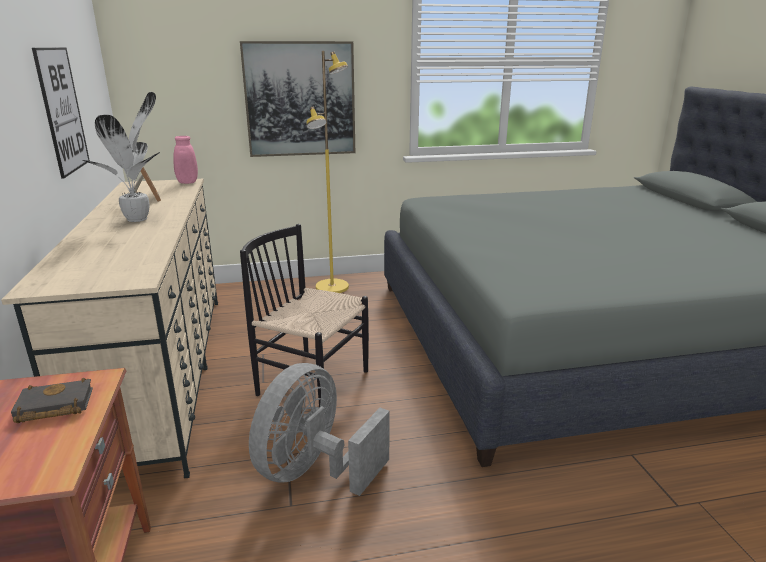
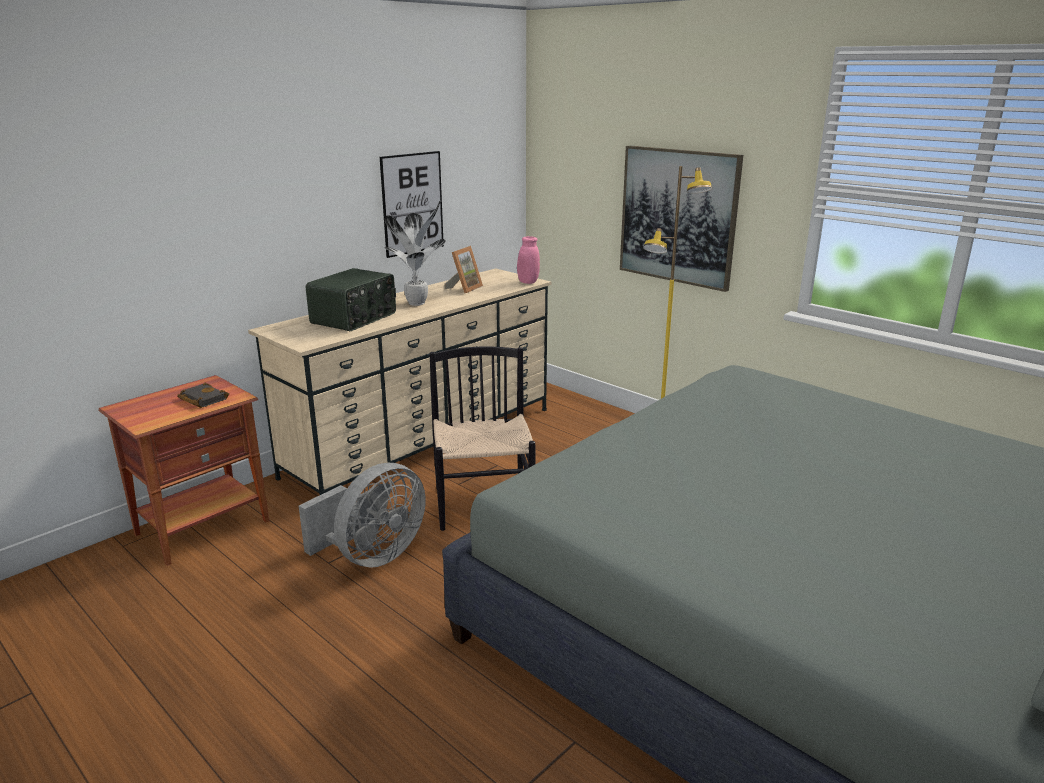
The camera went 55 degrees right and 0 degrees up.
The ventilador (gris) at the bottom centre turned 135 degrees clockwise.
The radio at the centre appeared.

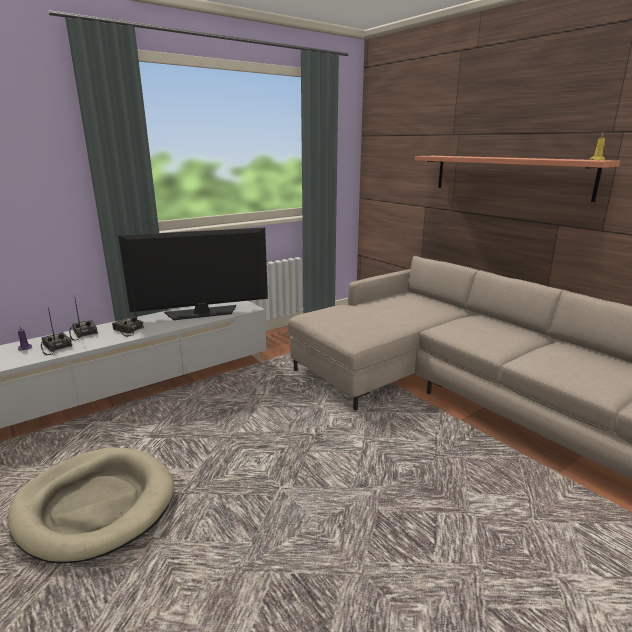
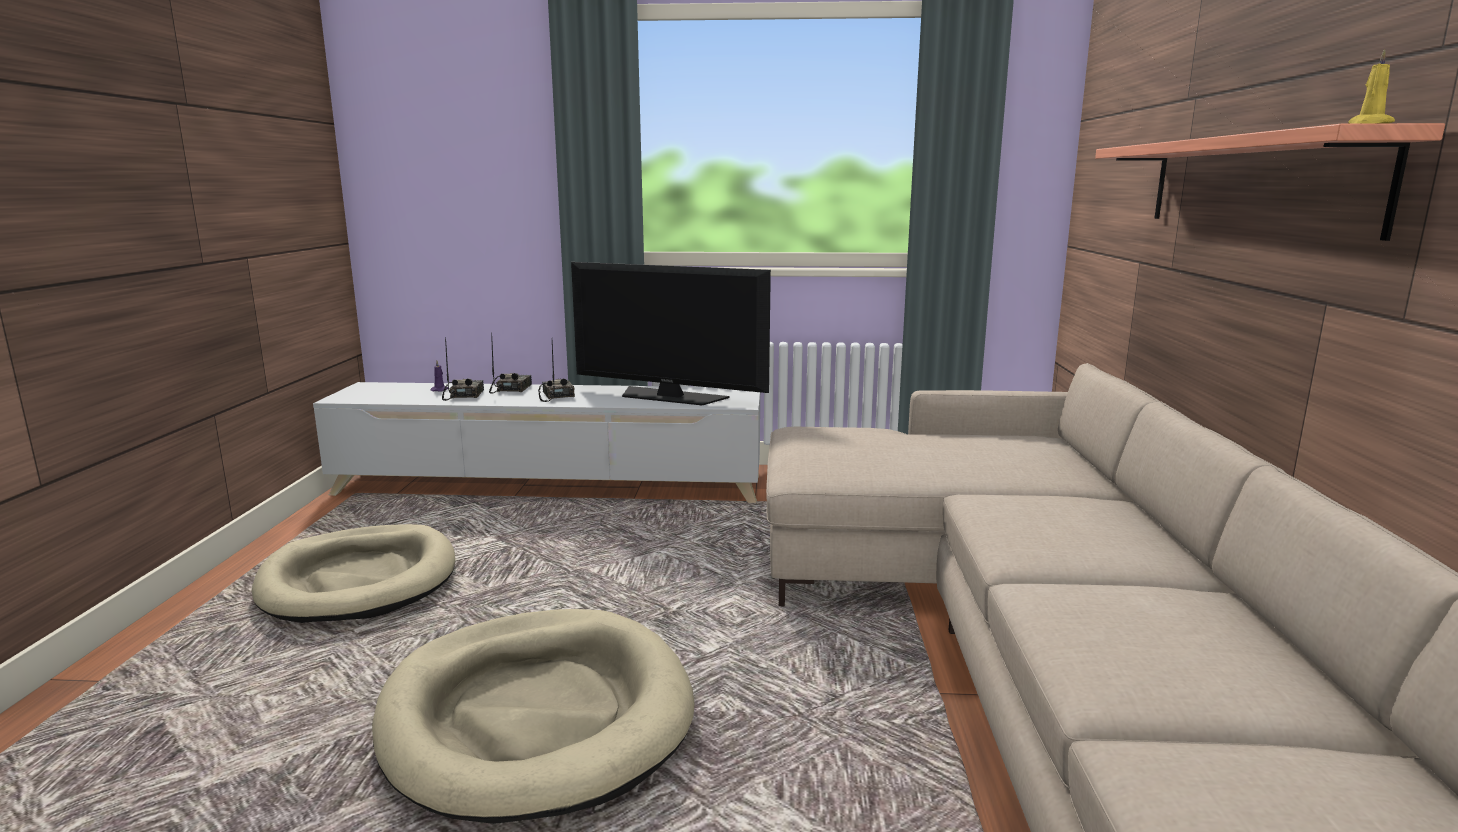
The camera went 40 degrees right and 5 degrees down.
The cama para perro (beis) (no. 2 from left) at the bottom centre appeared.

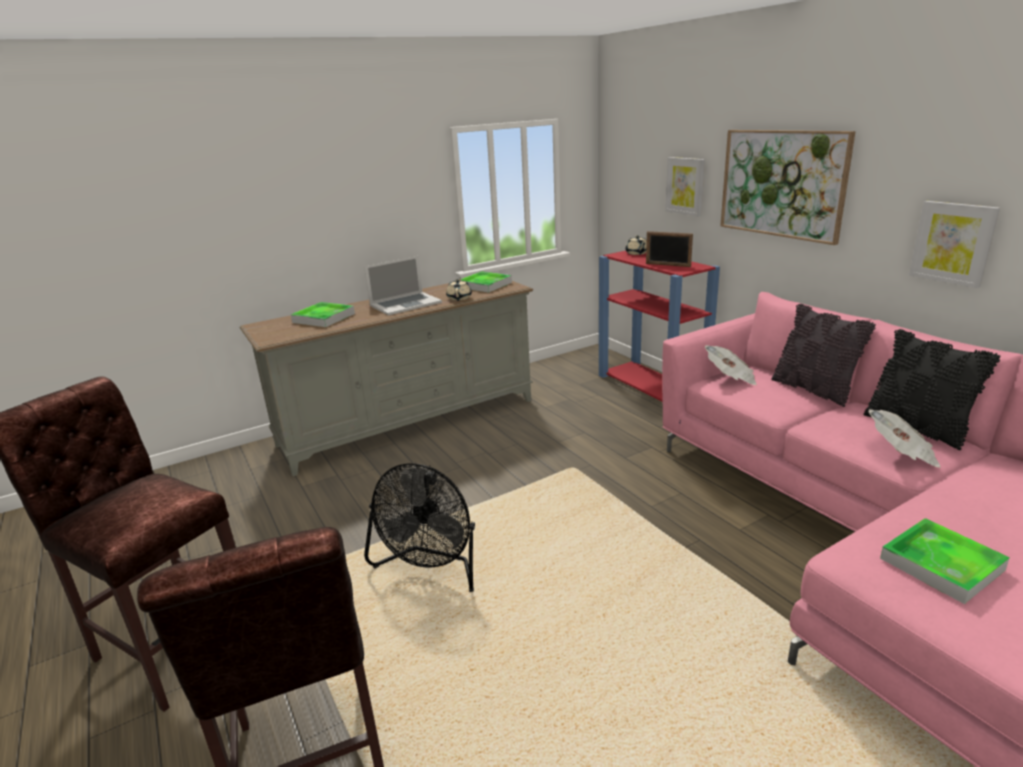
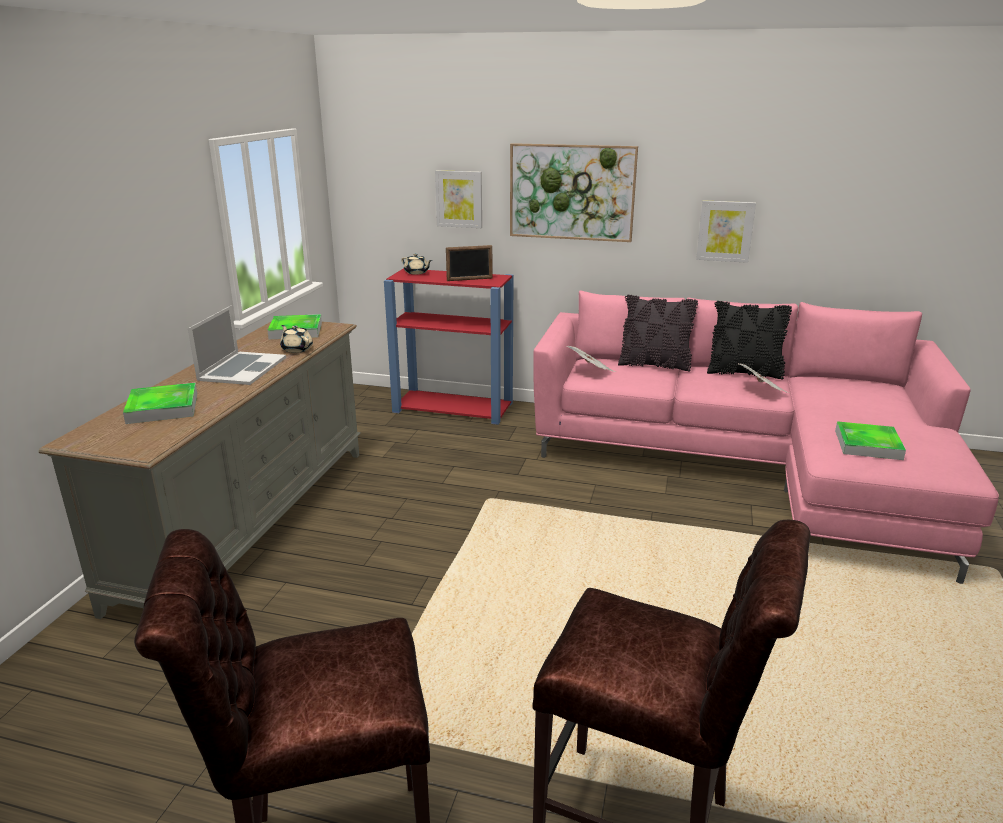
The camera went 45 degrees left and 0 degrees up.
The ventilador (negro) at the bottom centre disappeared.

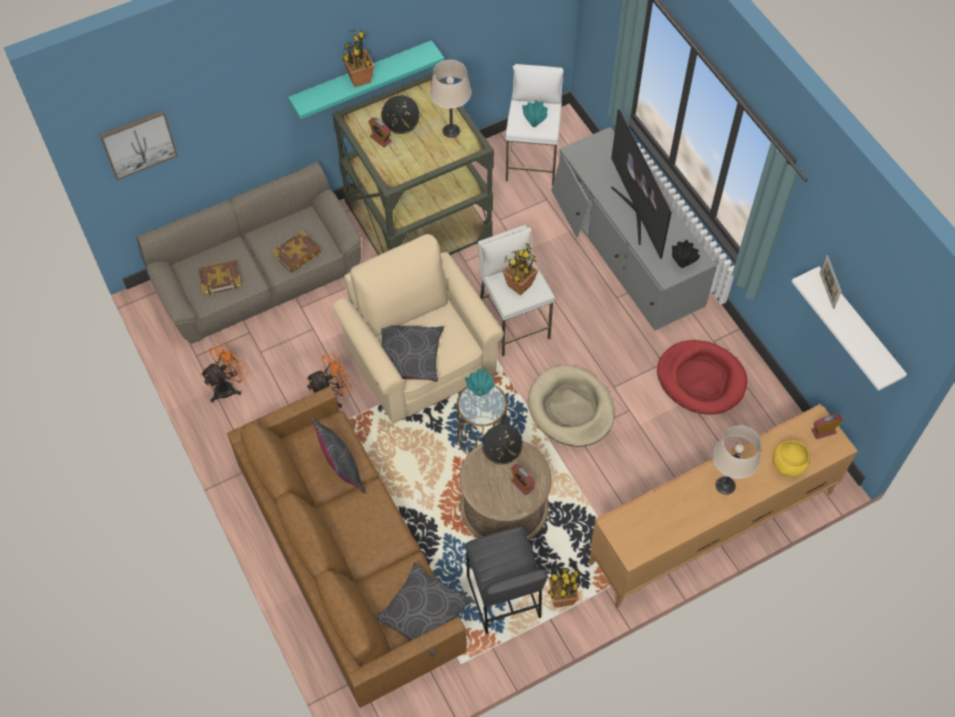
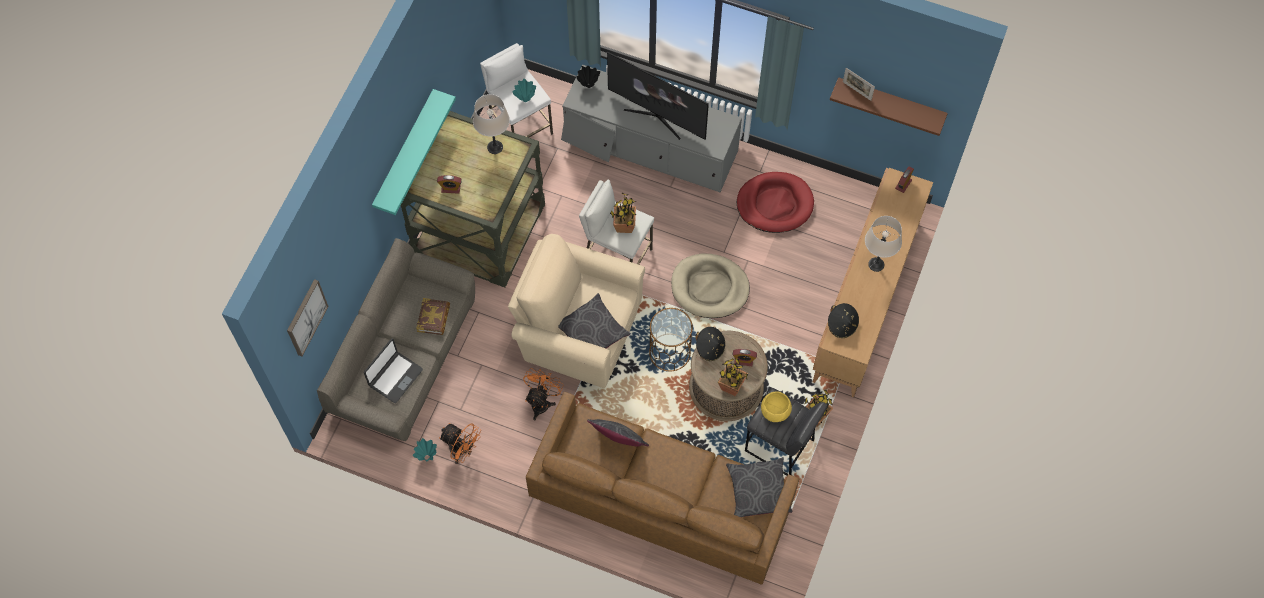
The camera went 40 degrees left and 5 degrees up.
The planta en maceta (no. 1 from left in the first image) moved from the top centre to the centre.
The sombrero (negro) (no. 1 from left in the first image) moved from the top centre to the middle right.
The florero (negro) moved from the middle right to the top centre.
The libro (no. 1 from left) at the middle left was replaced by the portátil at the middle left.
The estante (blanco) at the middle right became the estante (marrón) at the top right.
The ventilador (naranja) (no. 1 from left) at the middle left turned 120 degrees clockwise.
The florero (turquesa) (no. 1 from left) moved from the centre to the bottom centre.
The cuenco (amarillo) moved from the middle right to the bottom centre.

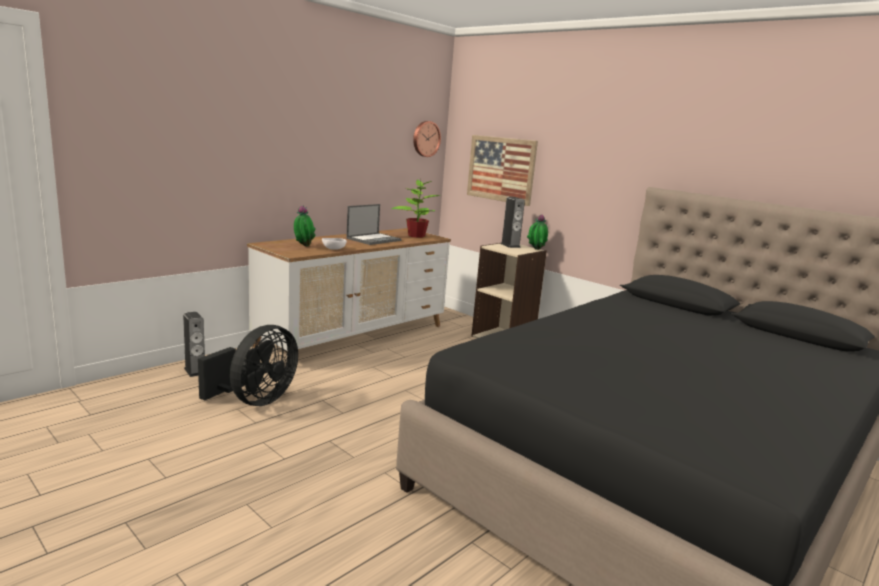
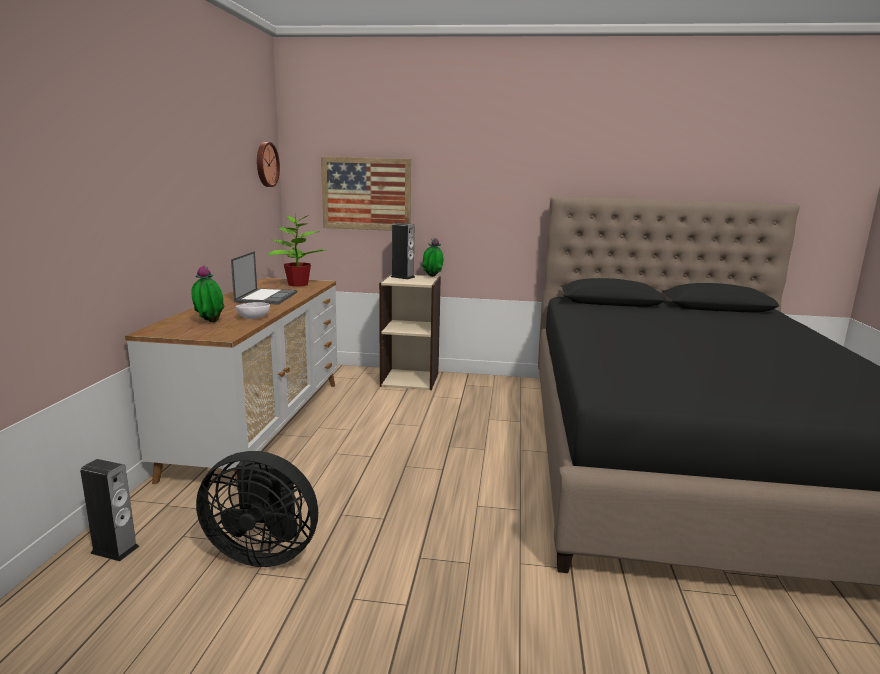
The camera went 35 degrees left and 0 degrees up.
The ventilador (negro) at the middle left turned 105 degrees clockwise.

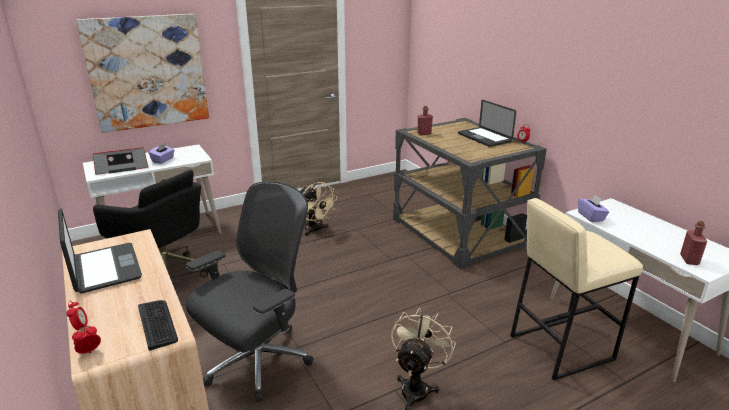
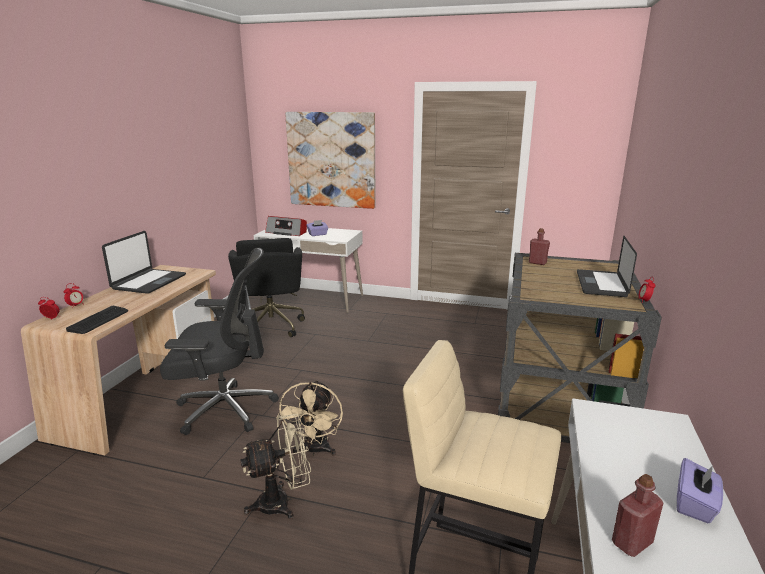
The camera went 45 degrees right and 5 degrees down.
The ventilador (beis) (no. 1 from left in the first image) moved from the centre to the bottom centre.
The caja de pañuelos (morado) (no. 2 from left) moved from the middle right to the bottom right.

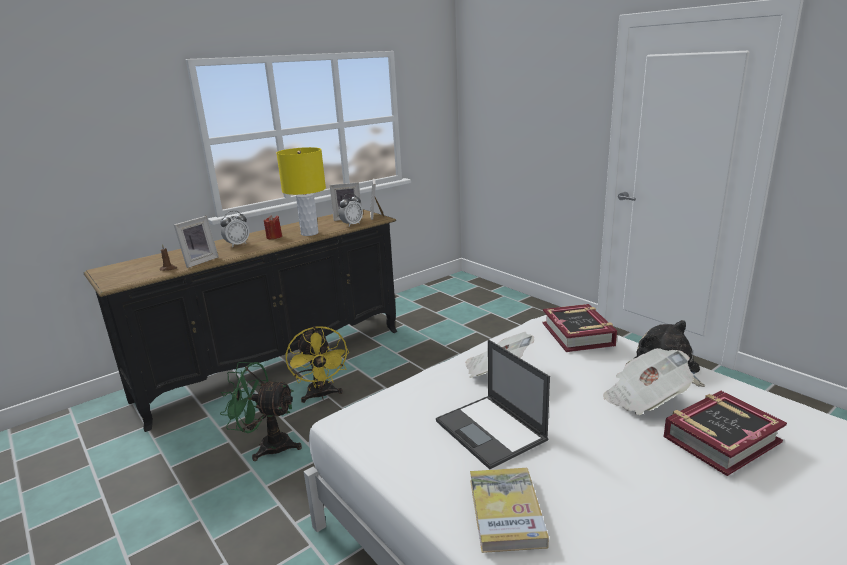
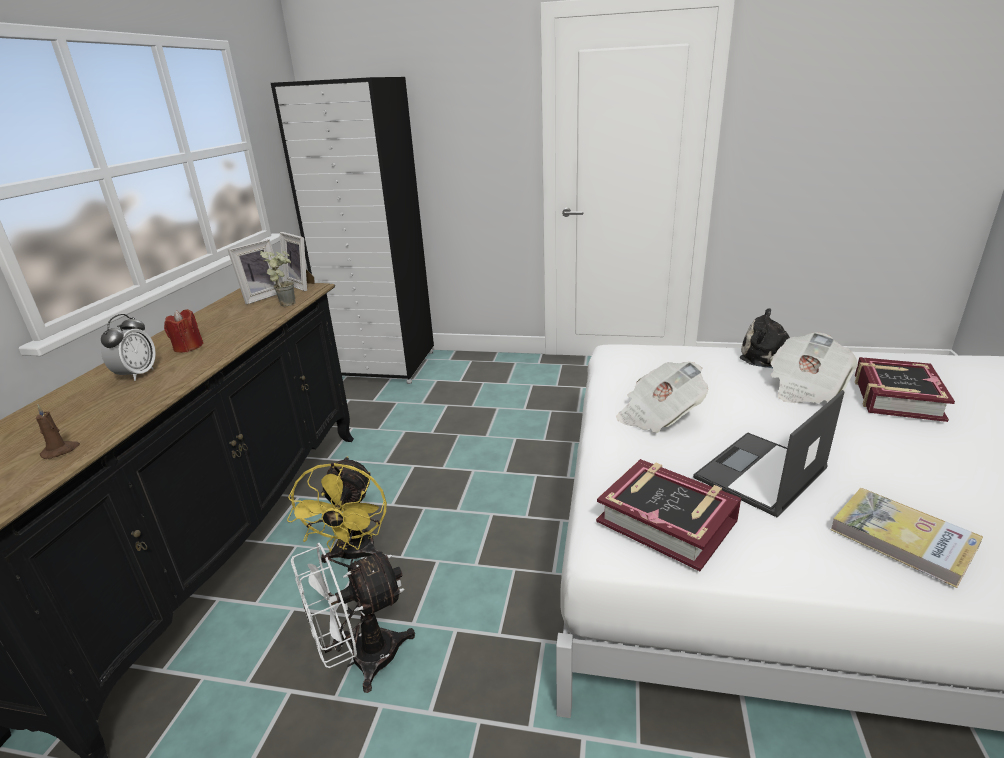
The camera went 40 degrees left and 5 degrees up.
The lámpara de mesa (amarillo) at the centre disappeared.
The despertador (no. 2 from left) at the centre was replaced by the planta en maceta at the middle left.
The portarretratos (no. 1 from left) at the middle left disappeared.
The libro (no. 2 from left in the first image) moved from the middle right to the bottom centre.
The ventilador (amarillo) at the centre turned 60 degrees clockwise.
The portátil at the bottom centre turned 120 degrees clockwise.
The ventilador (verde) at the bottom left became the ventilador (blanco) at the bottom centre.
The armario ropero at the top centre appeared.

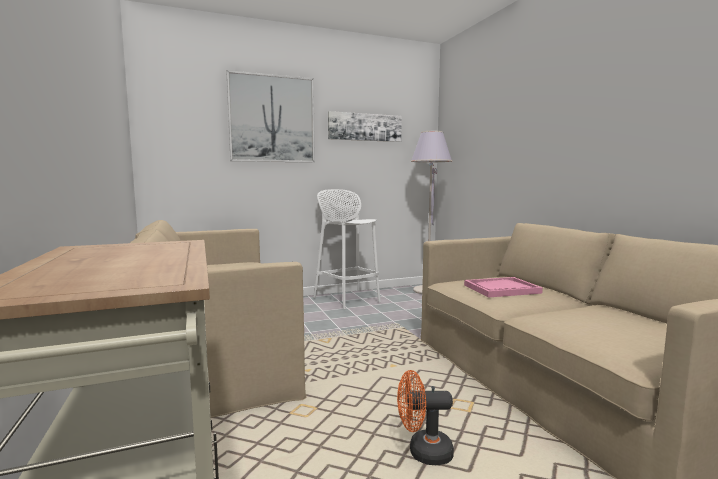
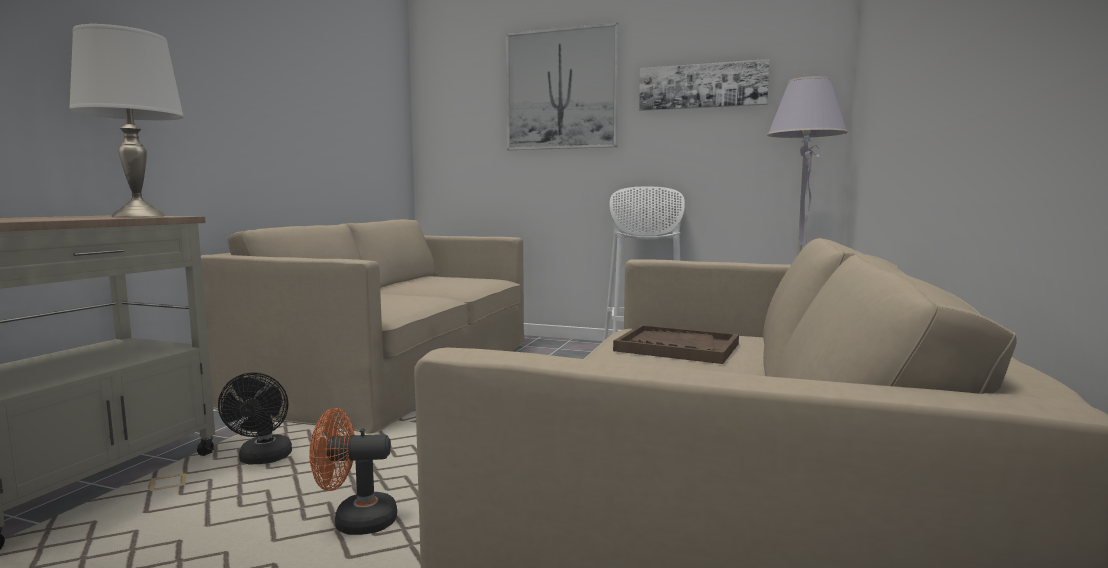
The camera went 40 degrees right and 0 degrees up.
The bandeja (rosa) at the middle right became the bandeja (marrón) at the centre.
The ventilador (naranja) at the bottom centre turned 45 degrees counterclockwise.
The lámpara de mesa (blanco) at the top left appeared.
The ventilador (negro) at the bottom left appeared.

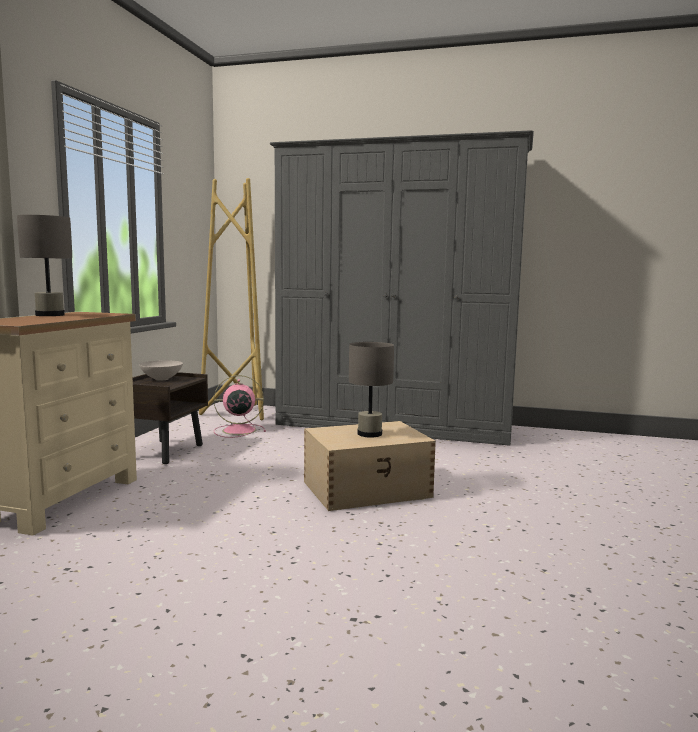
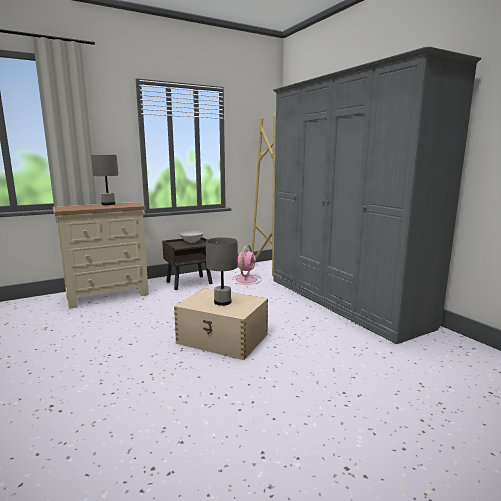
The camera went 45 degrees right and 5 degrees up.
The ventilador (rosa) at the centre turned 75 degrees clockwise.

